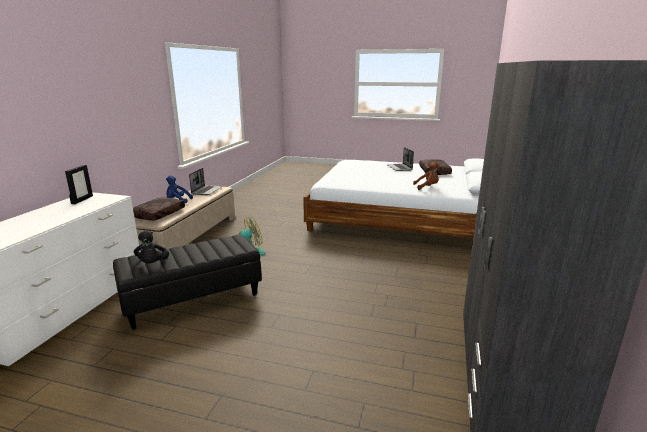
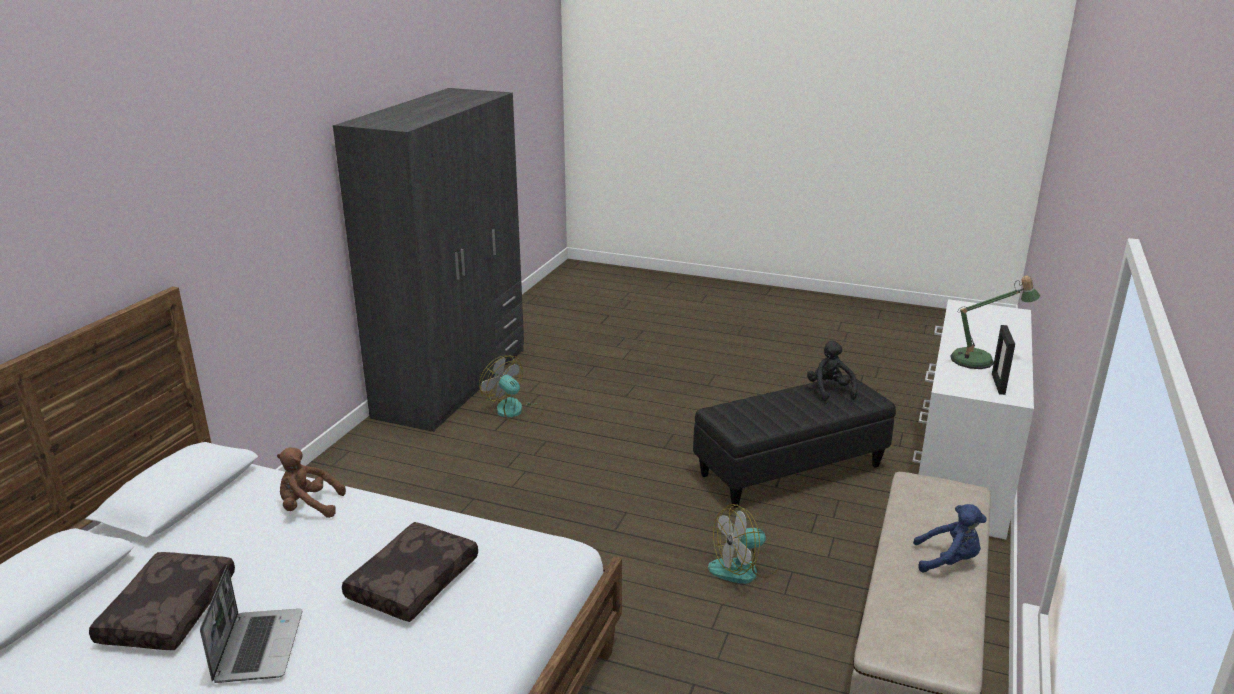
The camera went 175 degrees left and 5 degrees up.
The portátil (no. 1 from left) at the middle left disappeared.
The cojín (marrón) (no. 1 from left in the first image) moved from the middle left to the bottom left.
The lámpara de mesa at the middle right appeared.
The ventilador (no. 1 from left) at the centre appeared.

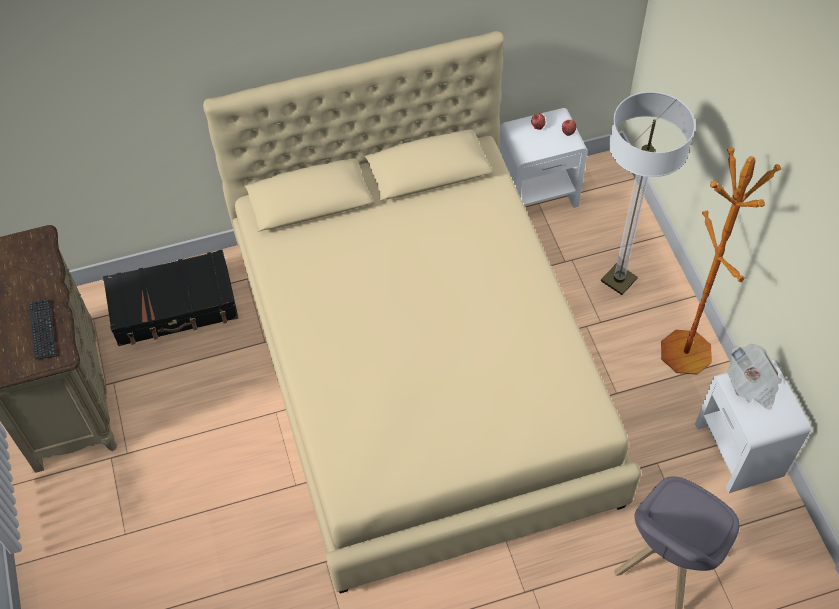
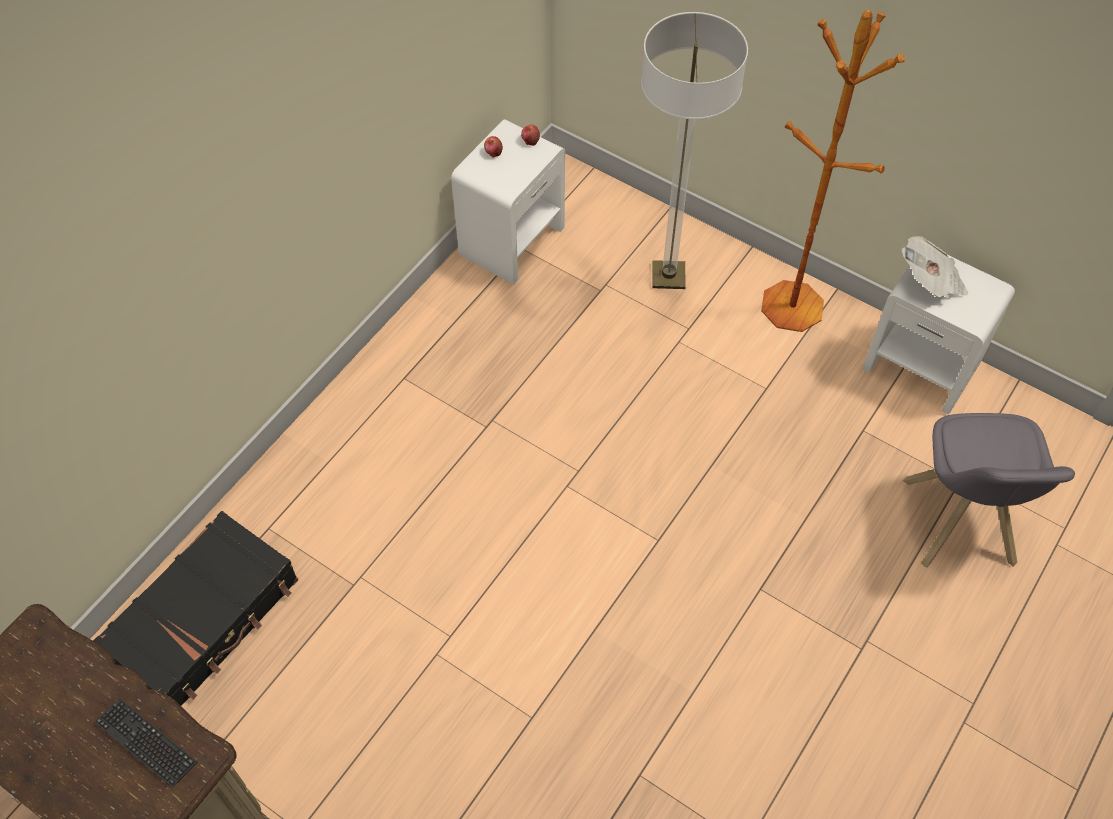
The camera went 40 degrees left and 0 degrees up.
The cama (beis) at the centre disappeared.

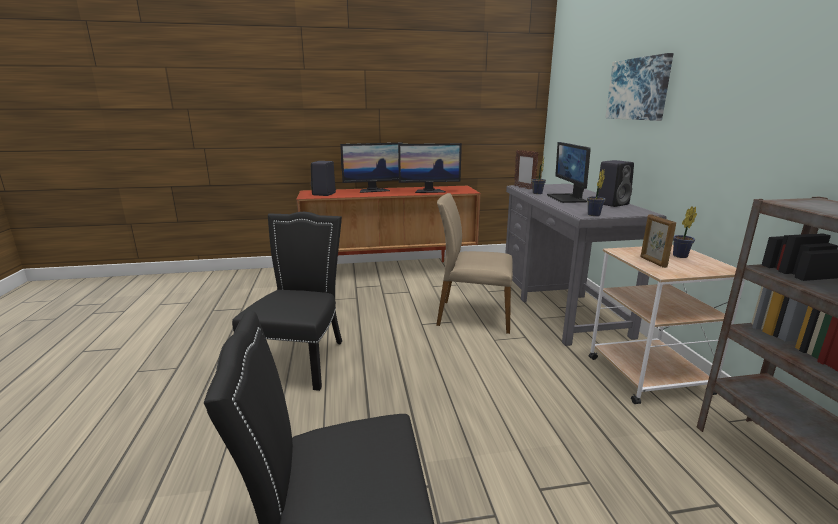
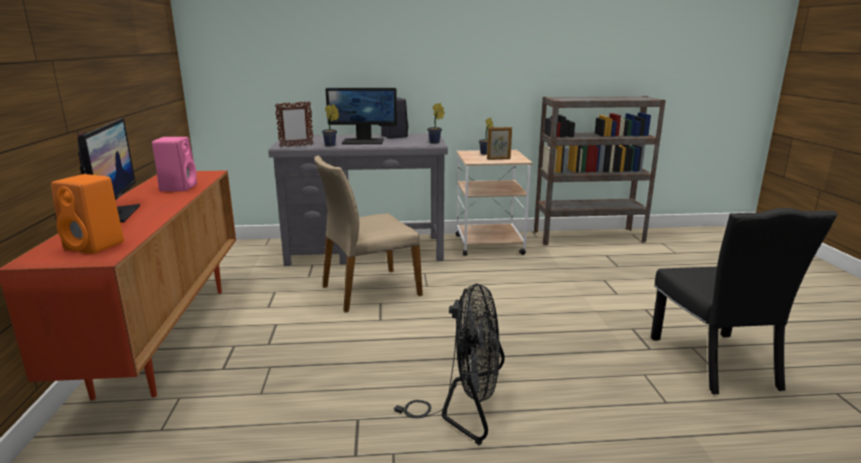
The camera went 85 degrees left and 0 degrees up.
The cuadro at the top right disappeared.
The monitor (no. 2 from left) at the top centre was replaced by the altavoz (rosa) at the middle left.
The altavoz (negro) (no. 1 from left) at the centre became the altavoz (naranja) at the middle left.
The silla (beis) at the centre turned 45 degrees clockwise.
The silla (negro) (no. 1 from left) at the centre was replaced by the ventilador (negro) at the bottom centre.

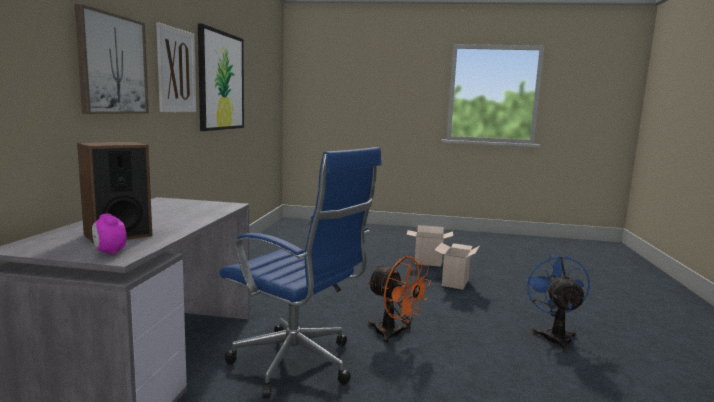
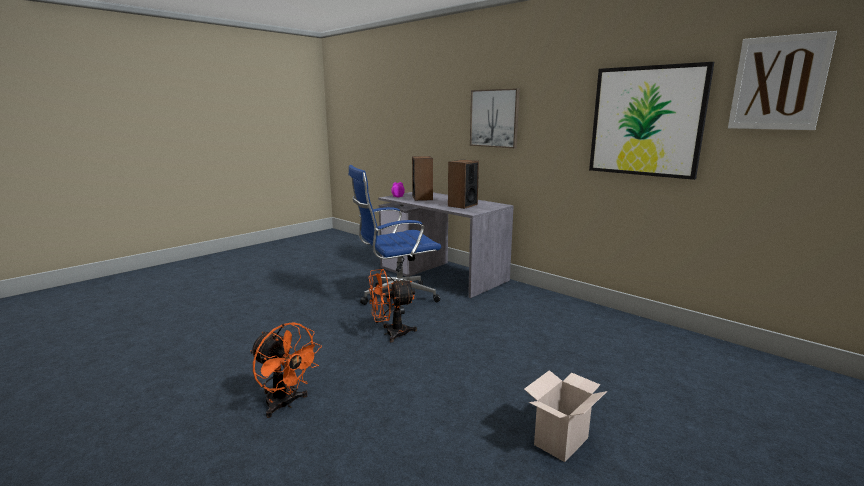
The camera went 125 degrees right and 5 degrees up.
The cuadro (no. 2 from left in the first image) moved from the top left to the top right.
The caja de cartón (no. 2 from left) at the centre disappeared.
The ventilador (azul) at the bottom right became the ventilador (naranja) (no. 1 from left) at the bottom left.
The altavoz (no. 2 from left) at the centre appeared.

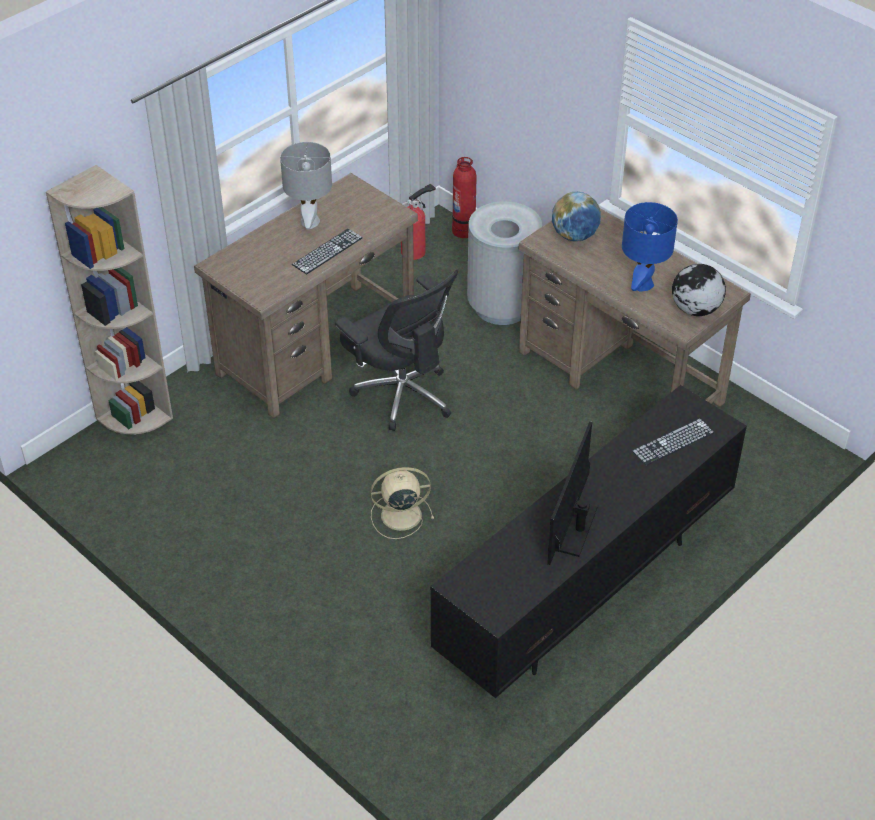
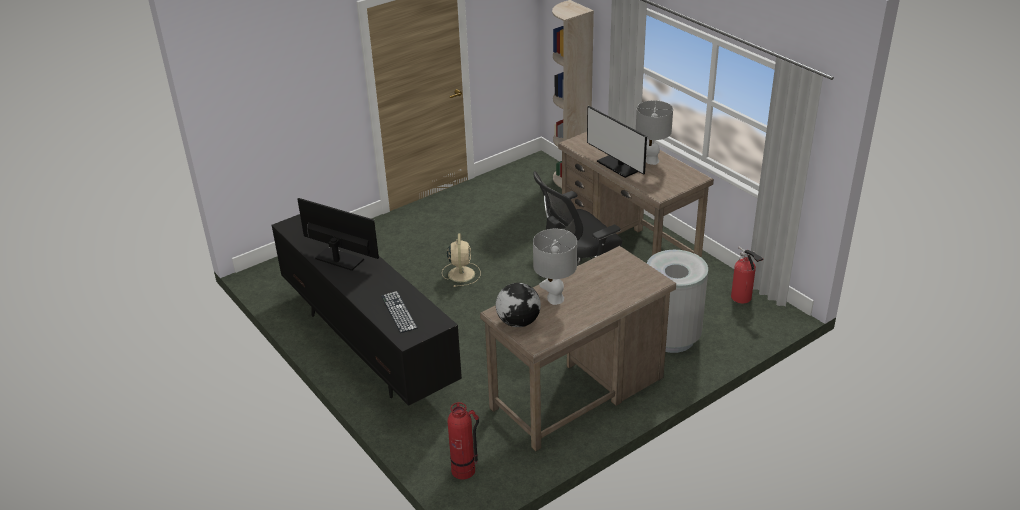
The camera went 100 degrees right and 10 degrees down.
The extintor (no. 2 from left in the first image) moved from the top centre to the bottom centre.
The globo terráqueo (no. 1 from left) at the top centre disappeared.
The lámpara de mesa (azul) at the top right became the lámpara de mesa (gris) (no. 1 from left) at the centre.
The teclado (no. 1 from left) at the top centre was replaced by the monitor (no. 2 from left) at the top centre.

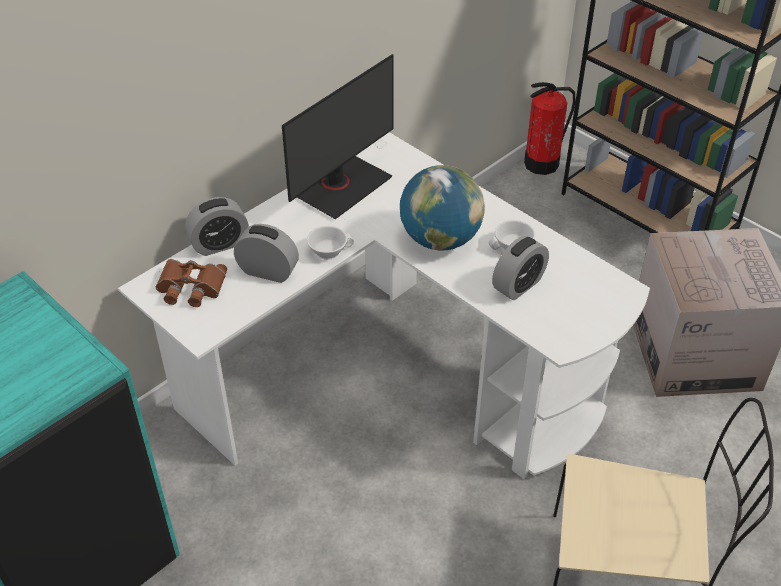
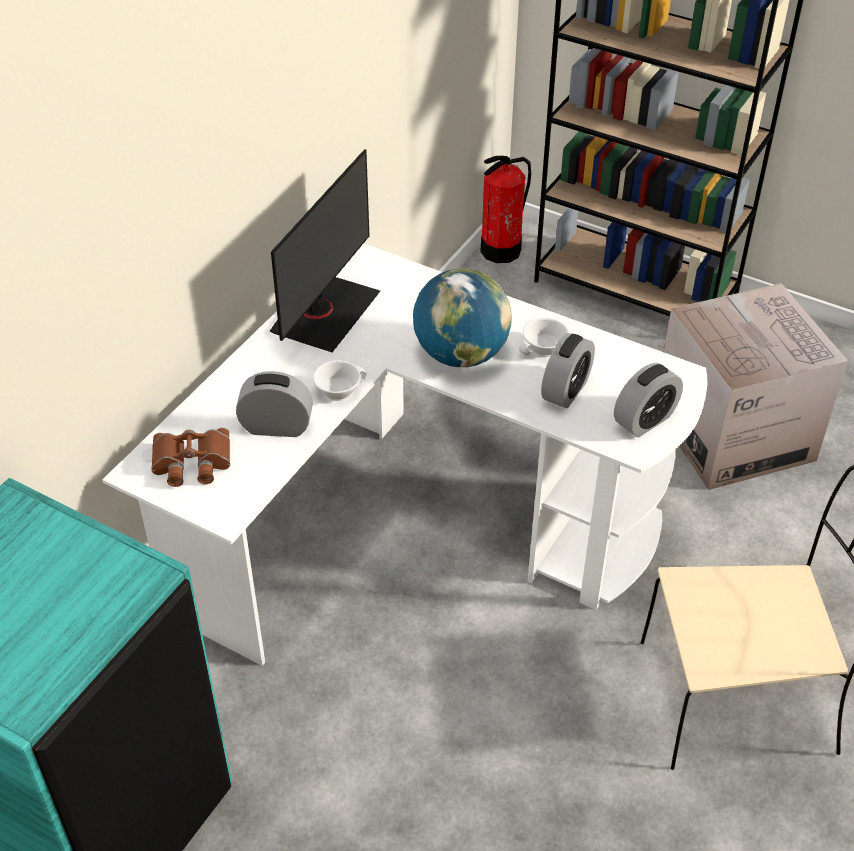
The camera went 15 degrees left and 0 degrees up.
The despertador (no. 1 from left in the first image) moved from the middle left to the middle right.

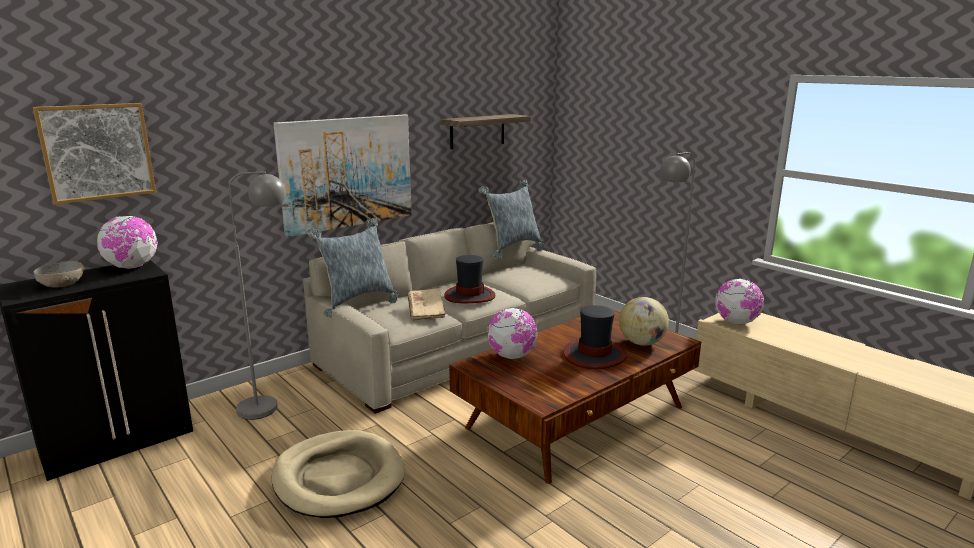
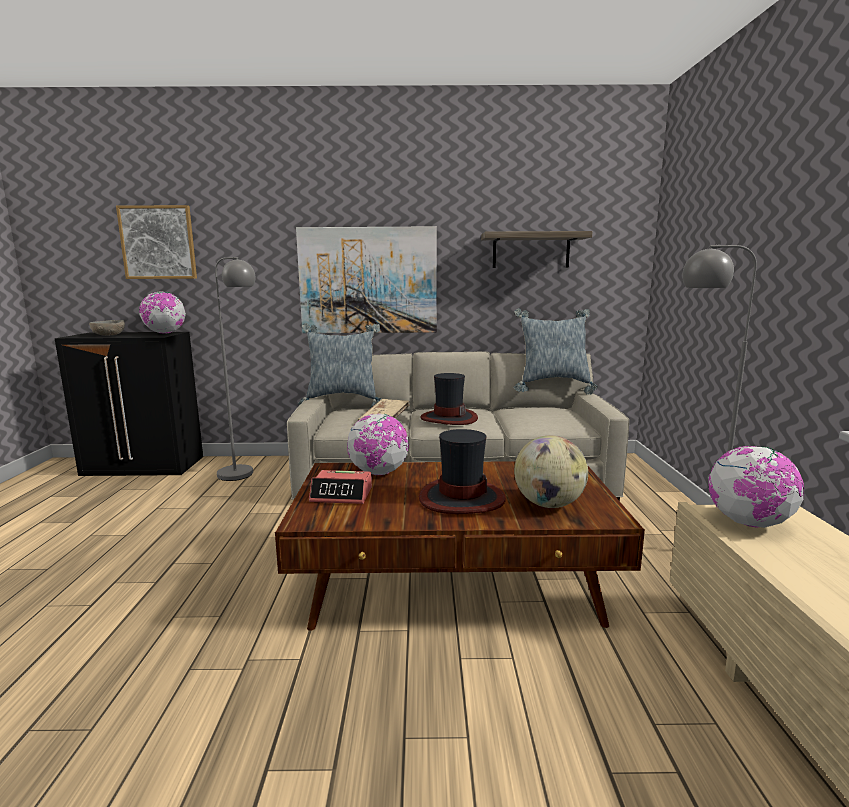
The camera went 40 degrees right and 5 degrees down.
The cama para perro (beis) at the bottom centre disappeared.
The despertador at the centre appeared.

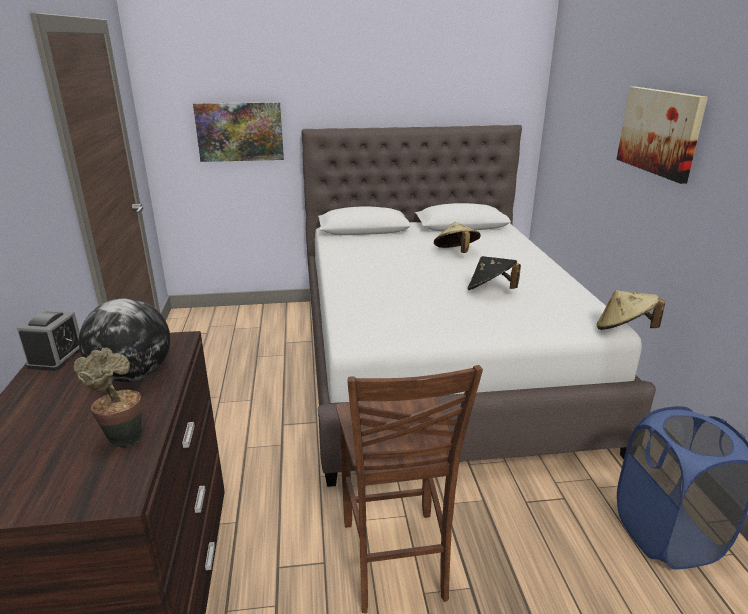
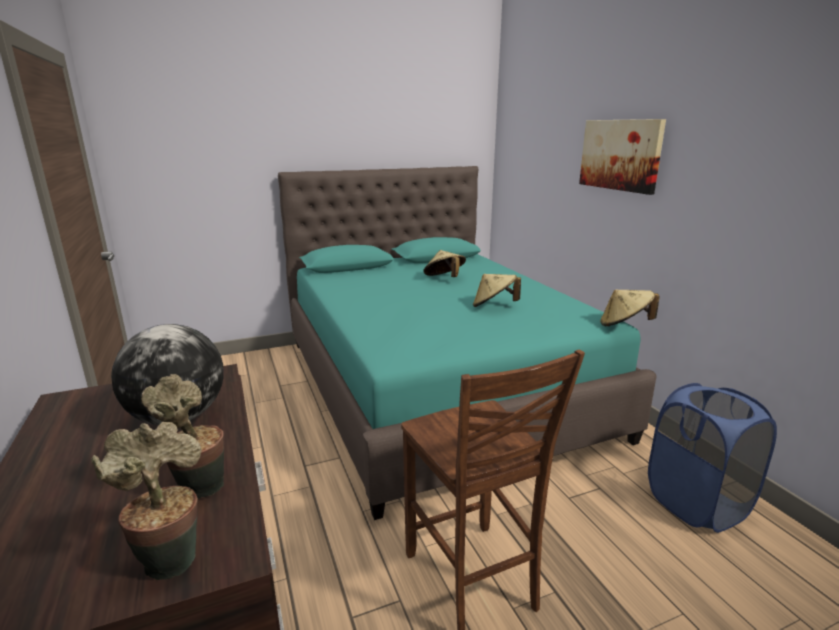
The camera went 15 degrees left and 5 degrees down.
The cuadro (no. 1 from left) at the top left disappeared.
The cama (blanco) at the centre became the cama (turquesa) at the centre.
The sombrero (negro) at the centre became the sombrero (beis) (no. 2 from left) at the centre.
The despertador at the middle left disappeared.
The planta en maceta (no. 1 from left) at the bottom left appeared.

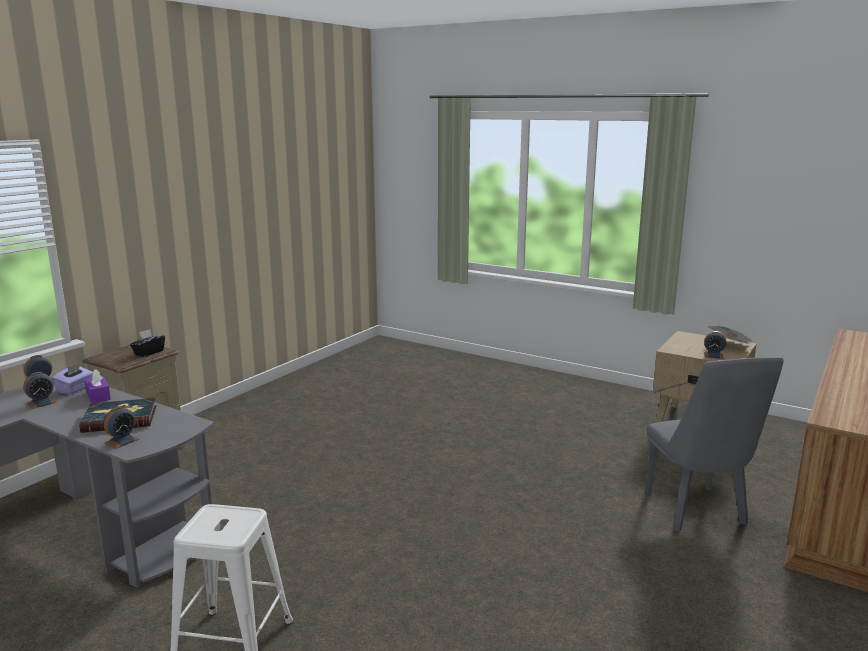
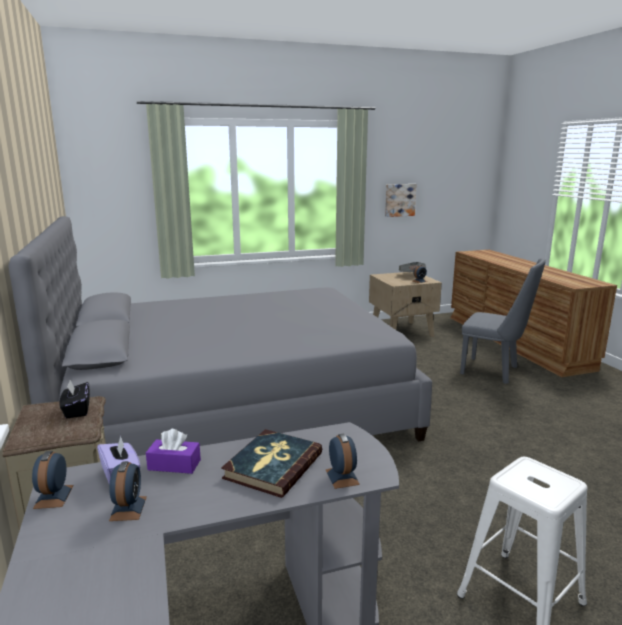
The camera went 50 degrees left and 0 degrees up.
The cuadro at the top centre appeared.
The cama (gris) at the centre appeared.

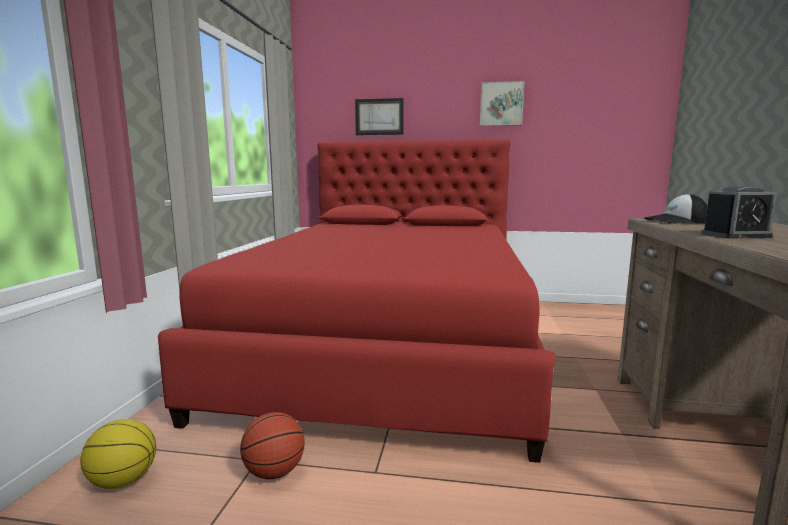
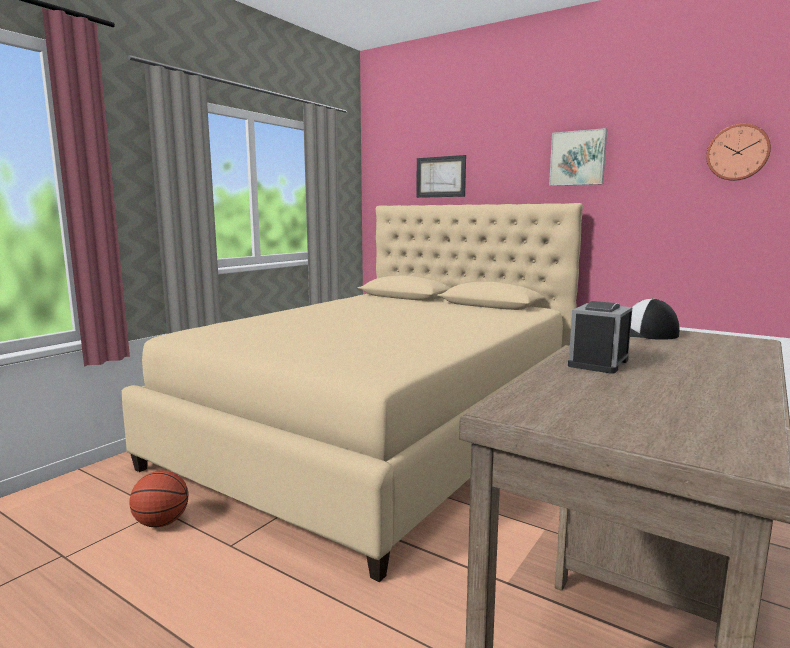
The camera went 25 degrees right and 0 degrees up.
The cama (rojo) at the centre became the cama (beis) at the centre.
The despertador at the middle right turned 105 degrees clockwise.
The balón de baloncesto (no. 1 from left) at the bottom left disappeared.
The reloj de pared at the top right appeared.

